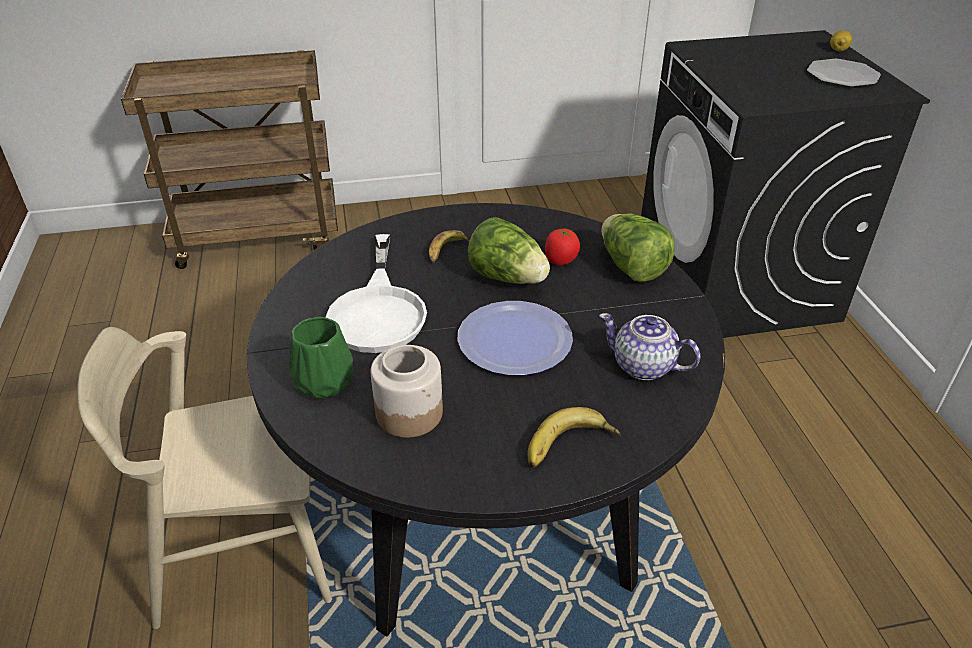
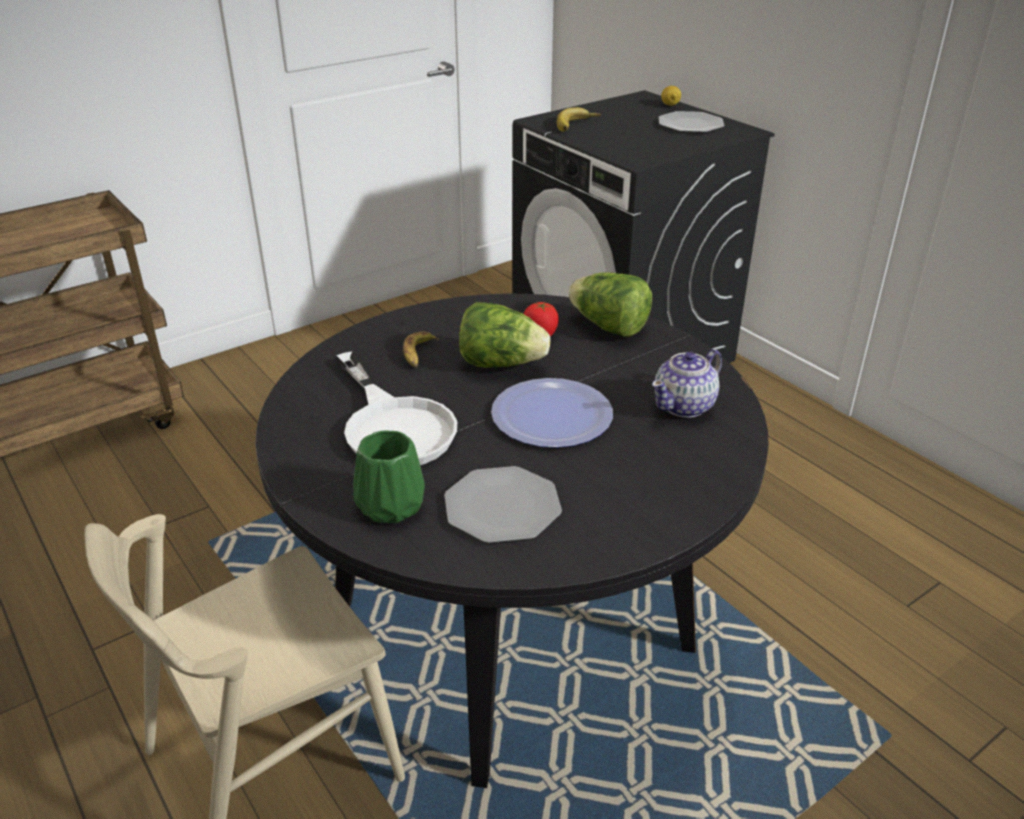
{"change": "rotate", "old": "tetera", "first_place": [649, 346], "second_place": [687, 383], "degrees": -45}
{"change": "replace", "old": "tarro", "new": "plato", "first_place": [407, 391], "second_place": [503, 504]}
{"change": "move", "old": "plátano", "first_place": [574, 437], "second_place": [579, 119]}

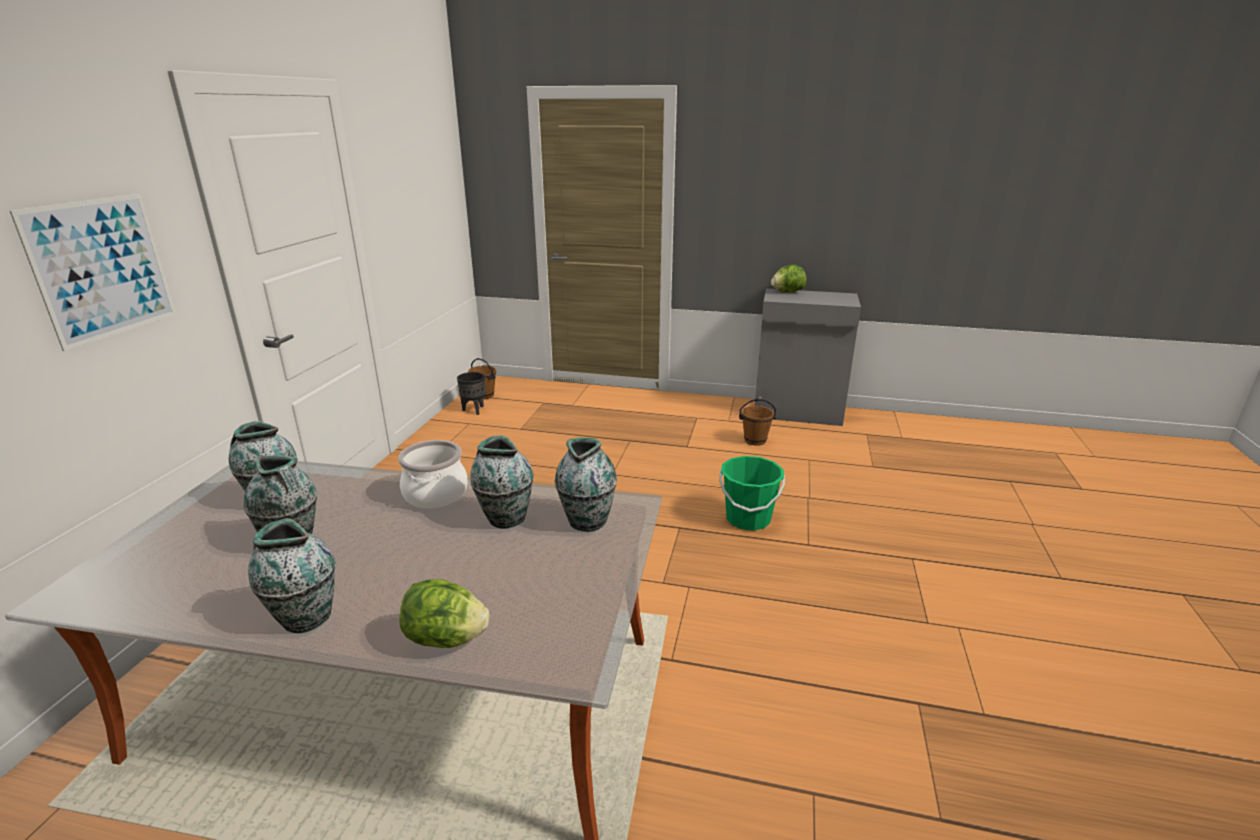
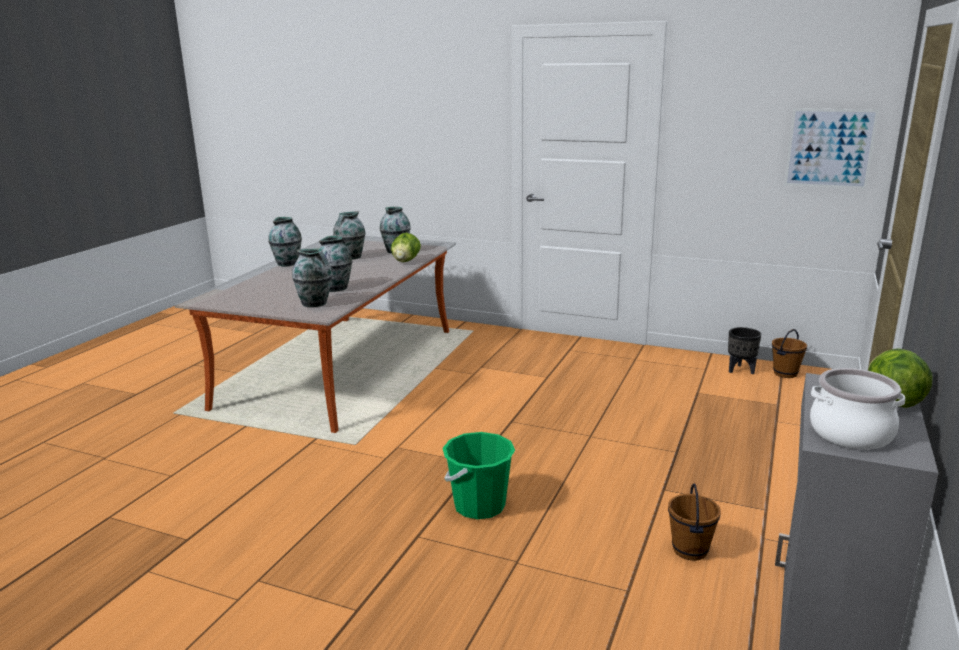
{"change": "move", "old": "cuadro", "first_place": [93, 272], "second_place": [831, 148]}
{"change": "move", "old": "olla", "first_place": [433, 474], "second_place": [857, 409]}
{"change": "move", "old": "lechuga", "first_place": [444, 613], "second_place": [406, 247]}

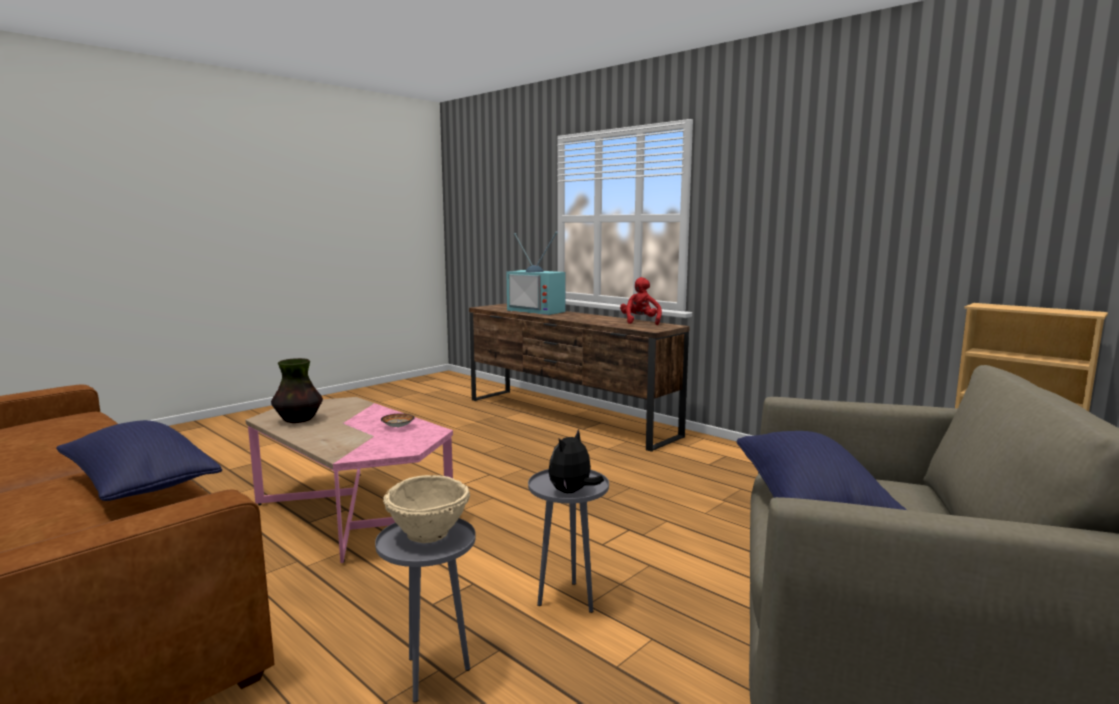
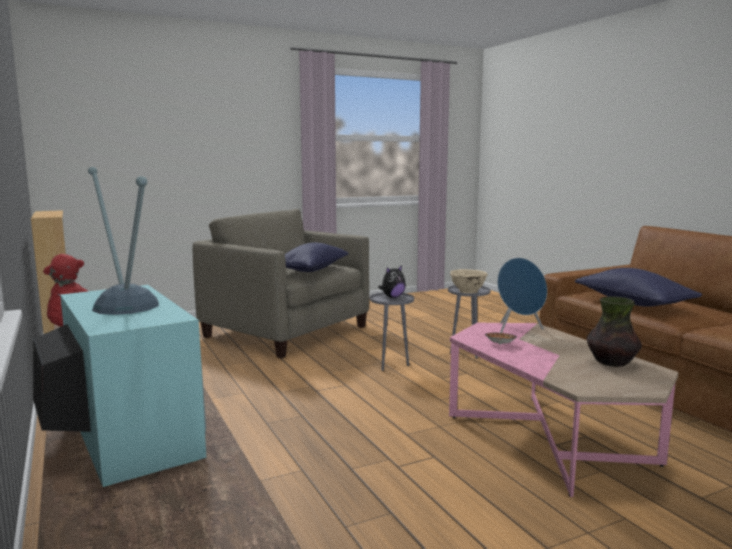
{"change": "insert", "new": "altavoz [azul]", "second_place": [522, 295]}

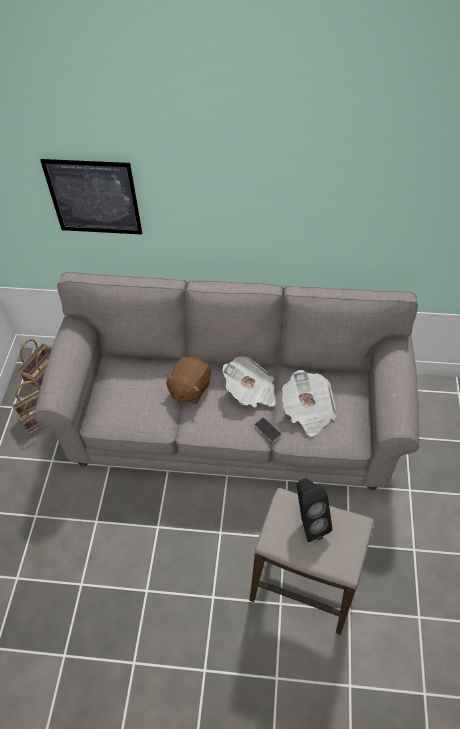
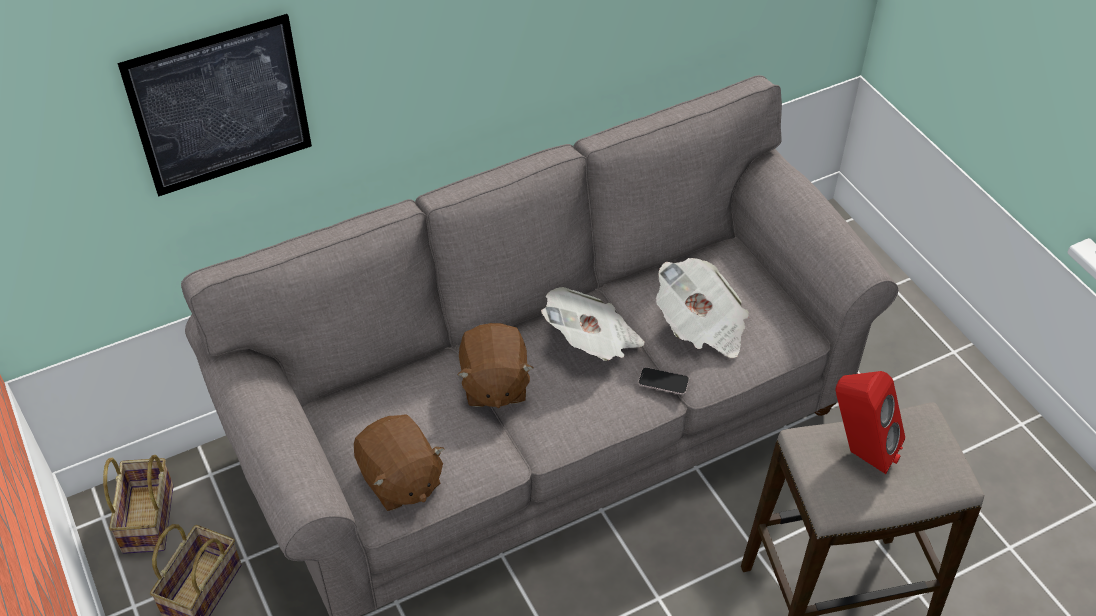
{"change": "recolor", "old": "altavoz [negro]", "new": "altavoz [rojo]", "first_place": [314, 510], "second_place": [870, 422]}
{"change": "insert", "new": "peluche [marrón]", "second_place": [399, 462]}

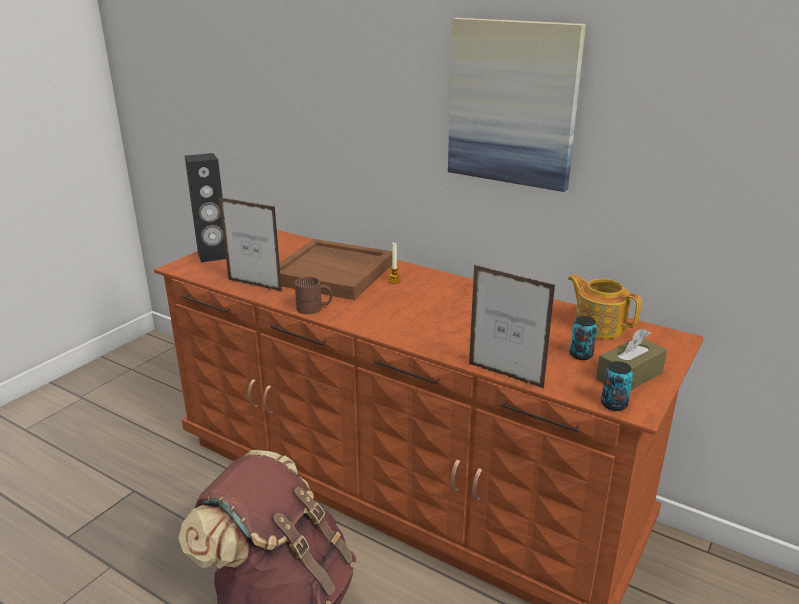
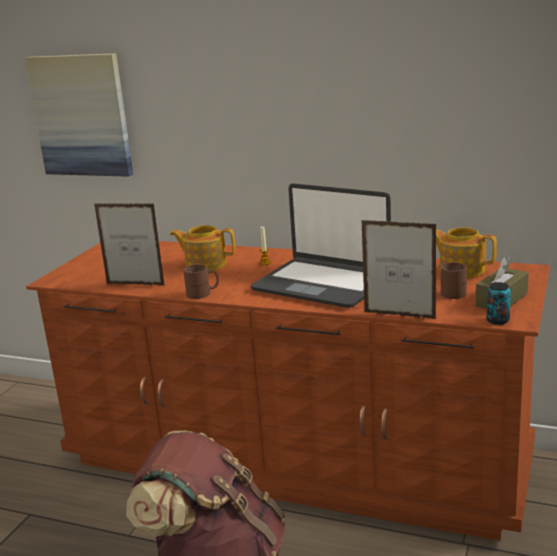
{"change": "move", "old": "cuadro", "first_place": [517, 105], "second_place": [79, 115]}
{"change": "delete", "old": "altavoz [negro]", "first_place": [205, 207]}
{"change": "replace", "old": "bandeja [marrón]", "new": "tetera", "first_place": [335, 269], "second_place": [202, 247]}
{"change": "replace", "old": "lata", "new": "taza grande [marrón]", "first_place": [583, 338], "second_place": [454, 280]}
{"change": "insert", "new": "portátil", "second_place": [321, 245]}

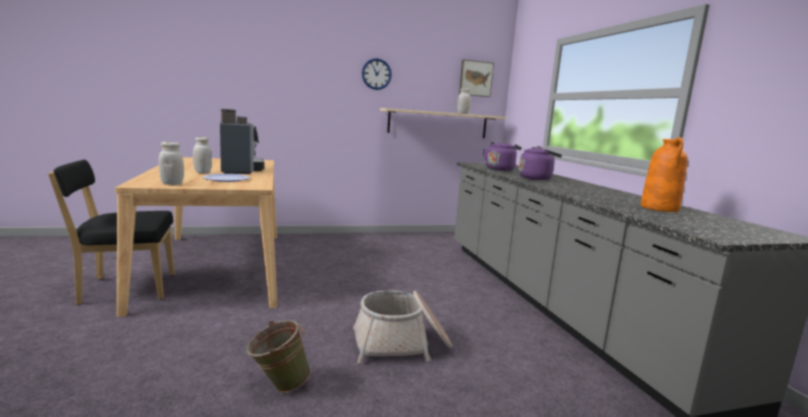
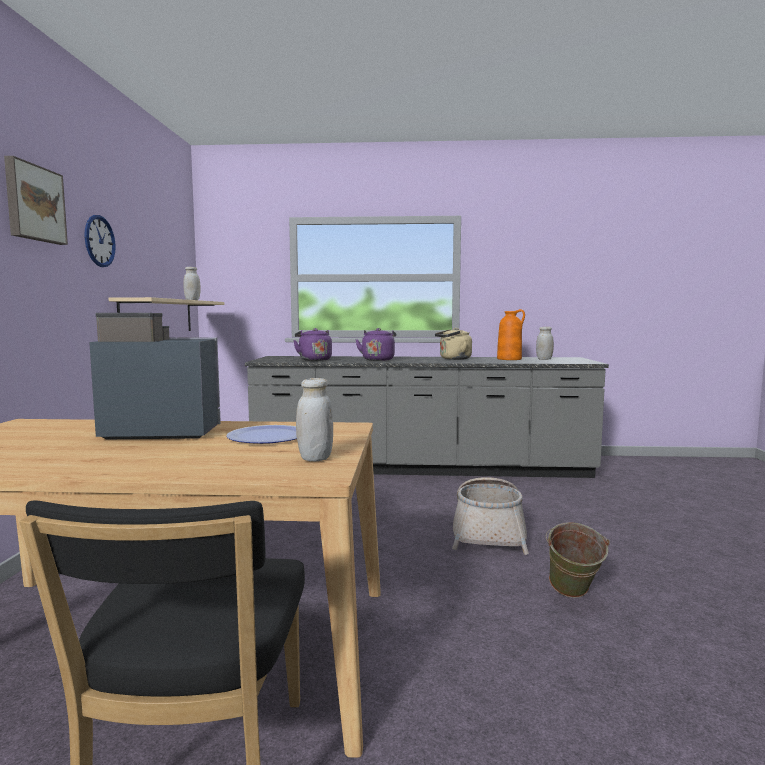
{"change": "move", "old": "cuadro", "first_place": [476, 78], "second_place": [36, 200]}
{"change": "move", "old": "tarro [blanco]", "first_place": [202, 155], "second_place": [545, 343]}
{"change": "insert", "new": "hervidor [beis]", "second_place": [453, 344]}

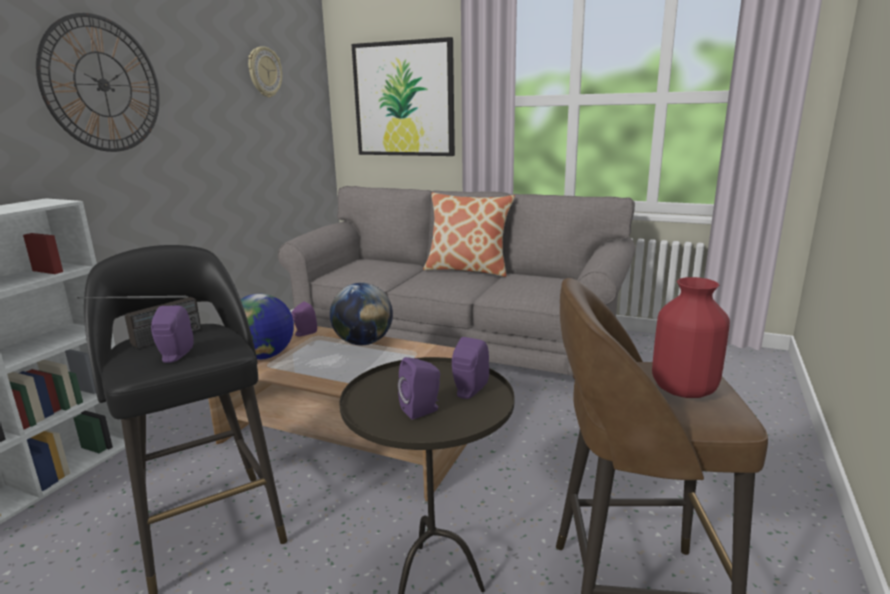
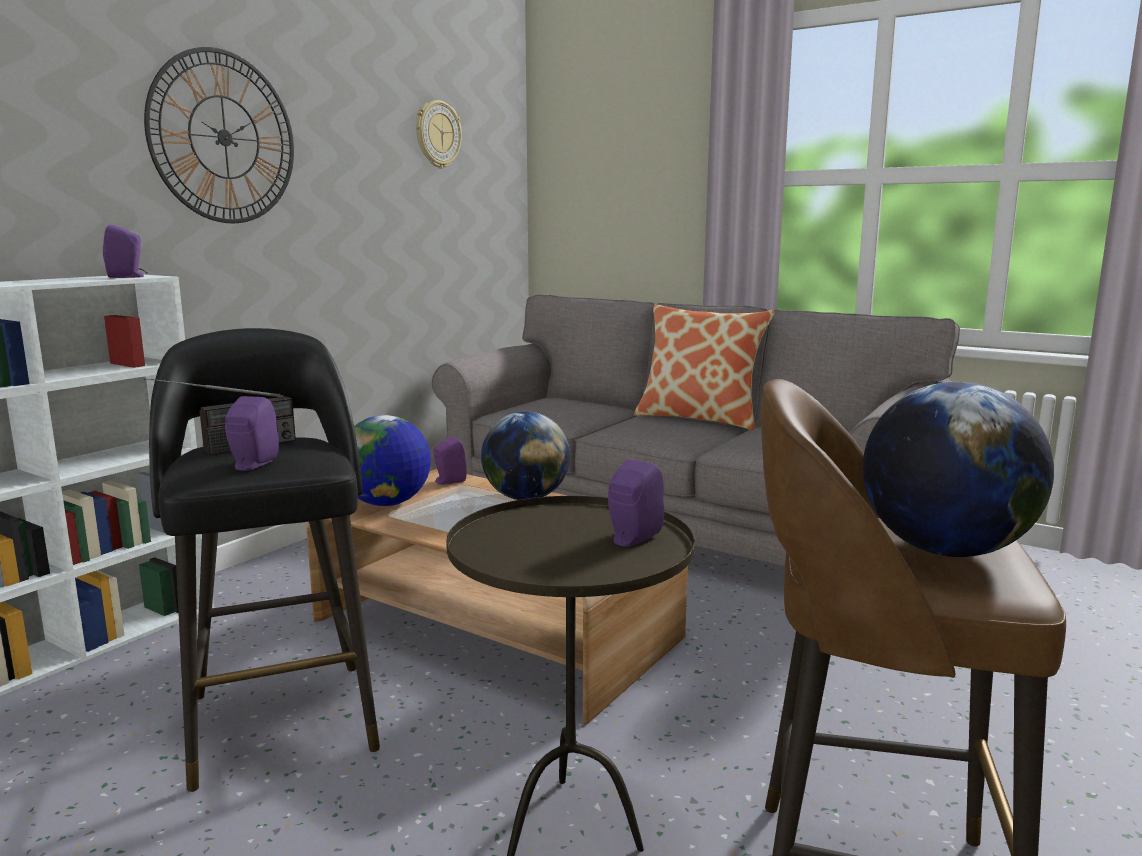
{"change": "delete", "old": "cuadro", "first_place": [403, 96]}
{"change": "replace", "old": "florero [rojo]", "new": "globo terráqueo", "first_place": [691, 337], "second_place": [958, 469]}
{"change": "move", "old": "altavoz [morado]", "first_place": [419, 388], "second_place": [125, 251]}

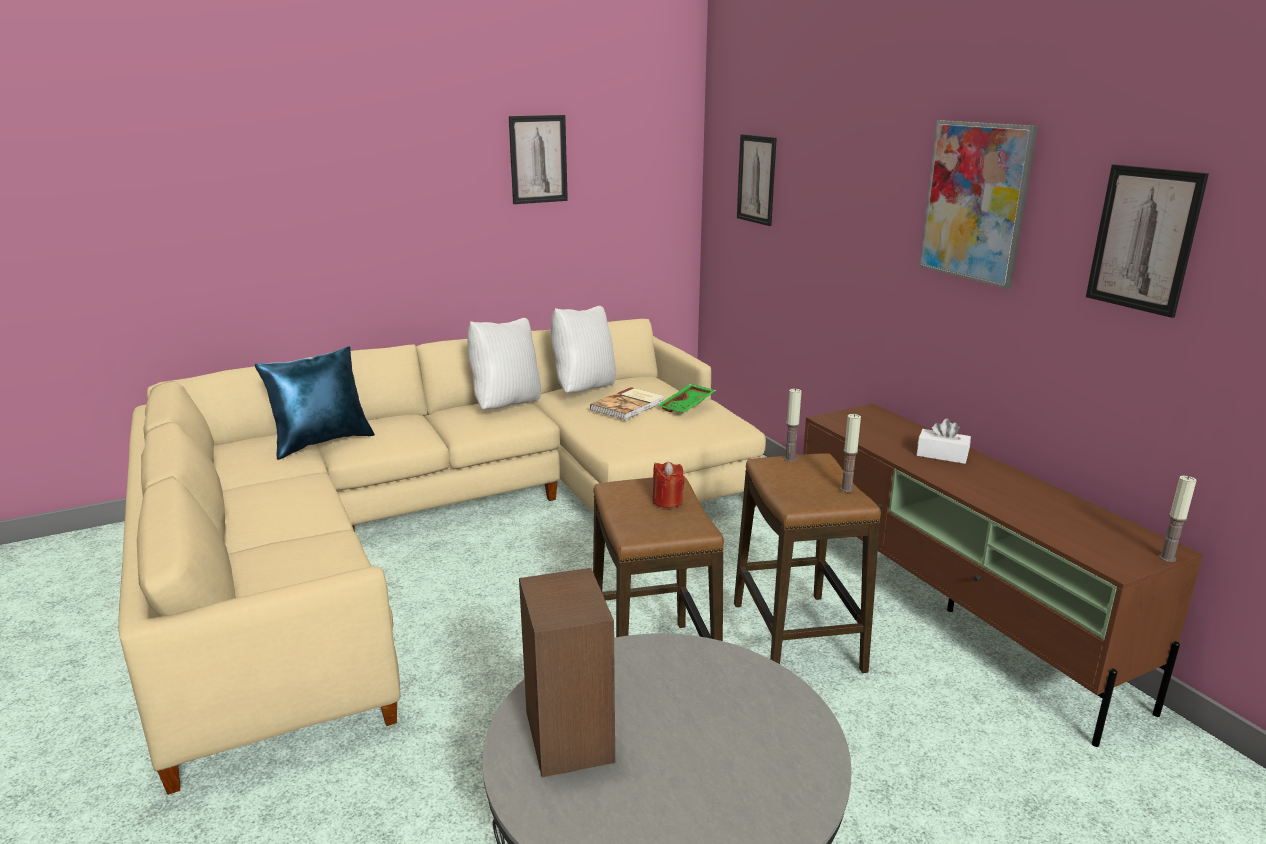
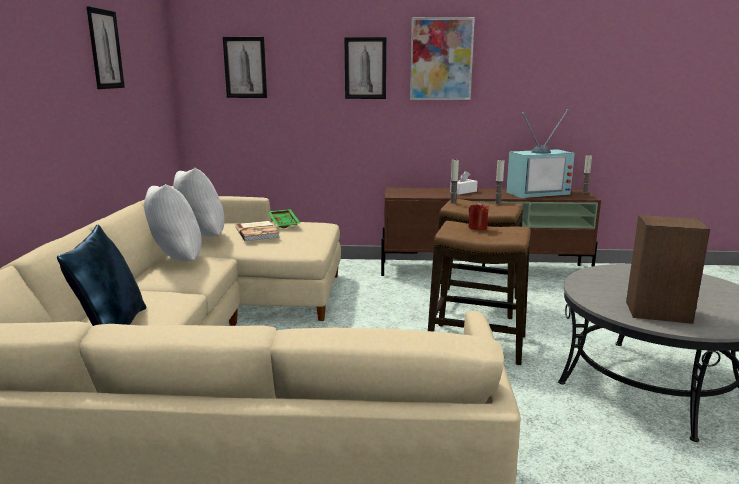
{"change": "move", "old": "cuadro", "first_place": [1147, 241], "second_place": [365, 68]}
{"change": "insert", "new": "televisor", "second_place": [540, 153]}

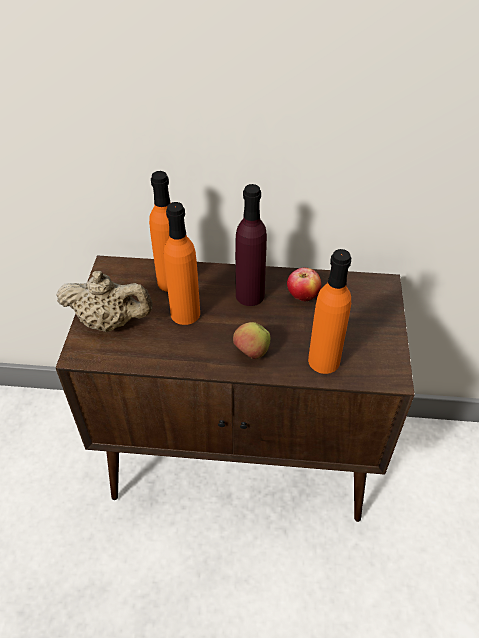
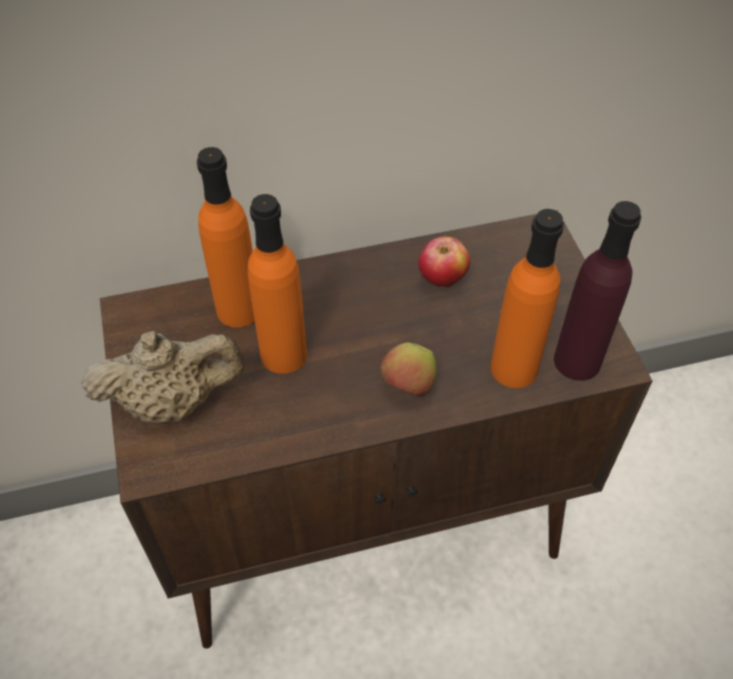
{"change": "move", "old": "botella [morado]", "first_place": [251, 245], "second_place": [597, 291]}

